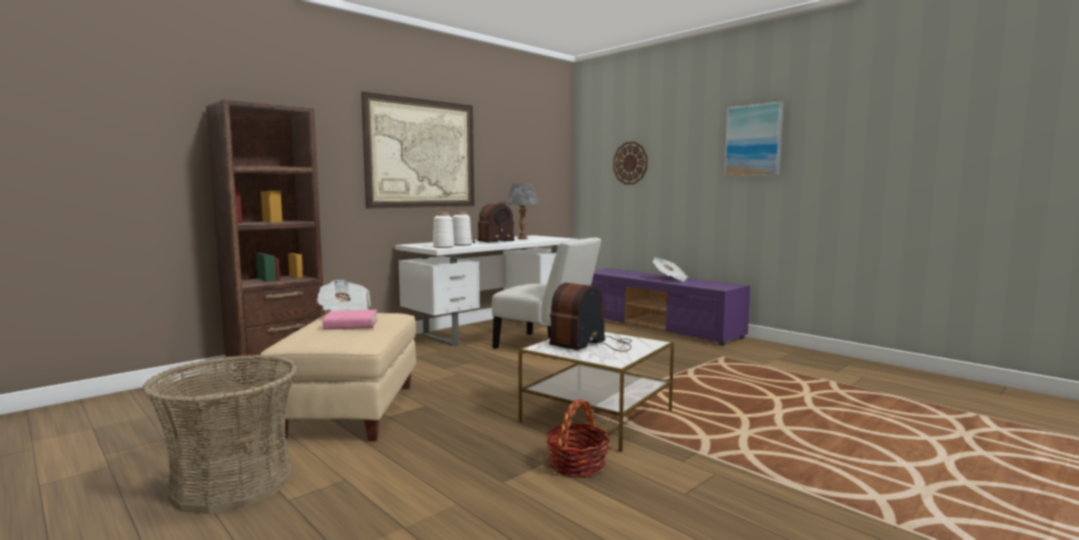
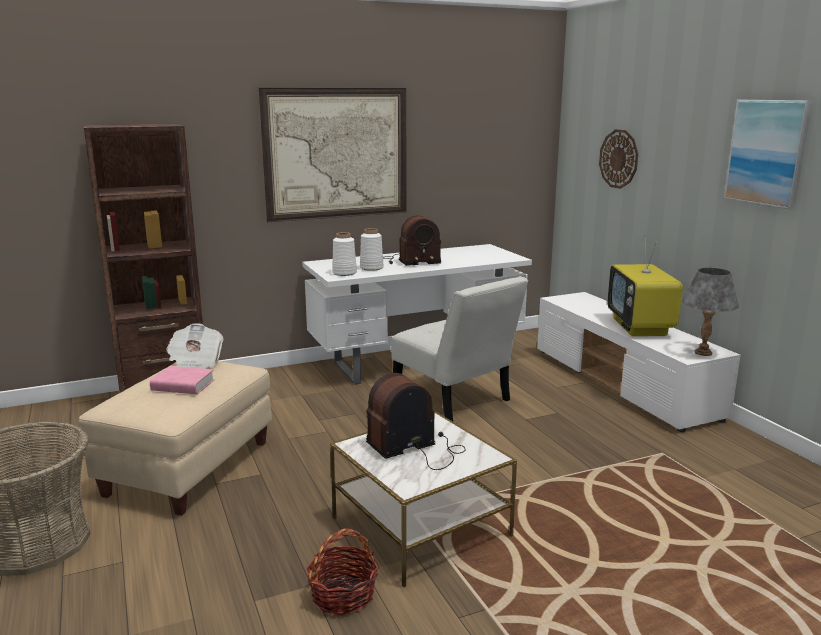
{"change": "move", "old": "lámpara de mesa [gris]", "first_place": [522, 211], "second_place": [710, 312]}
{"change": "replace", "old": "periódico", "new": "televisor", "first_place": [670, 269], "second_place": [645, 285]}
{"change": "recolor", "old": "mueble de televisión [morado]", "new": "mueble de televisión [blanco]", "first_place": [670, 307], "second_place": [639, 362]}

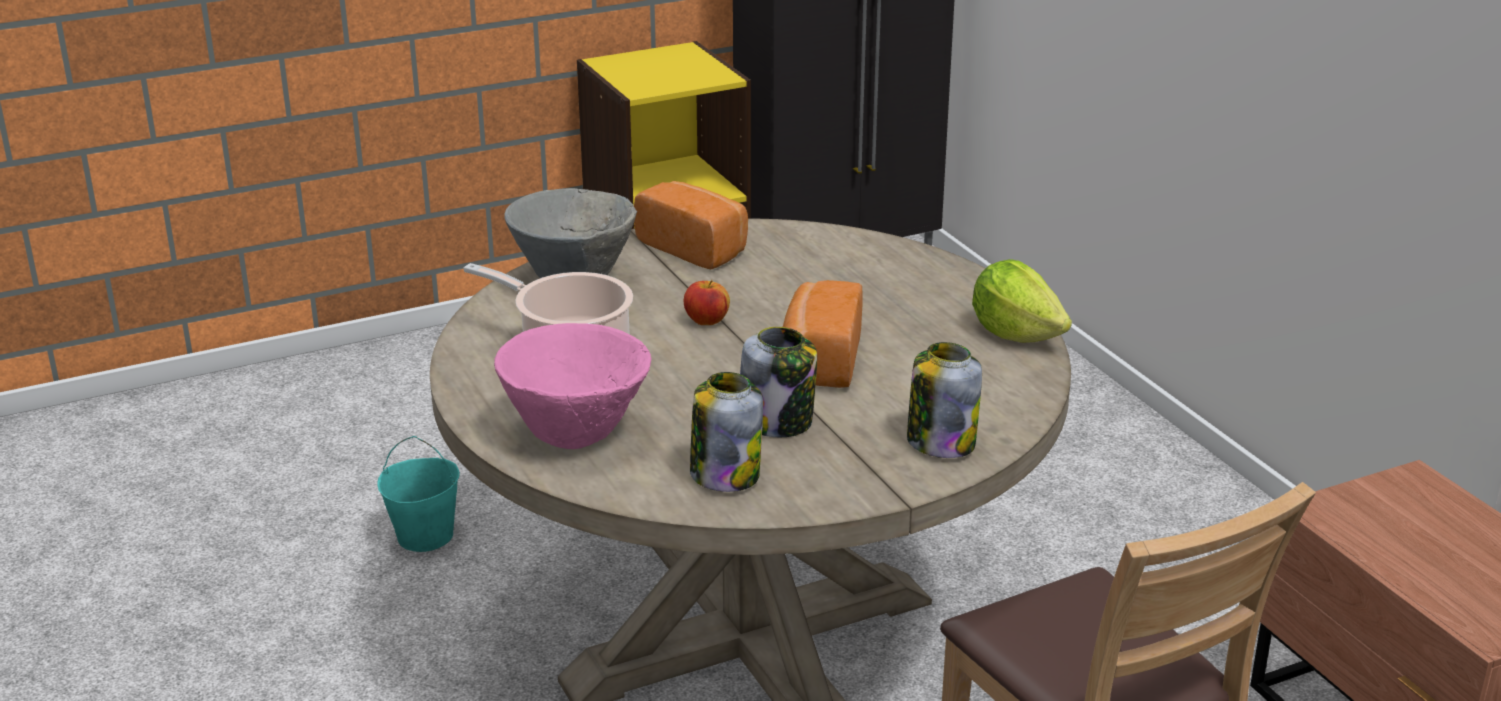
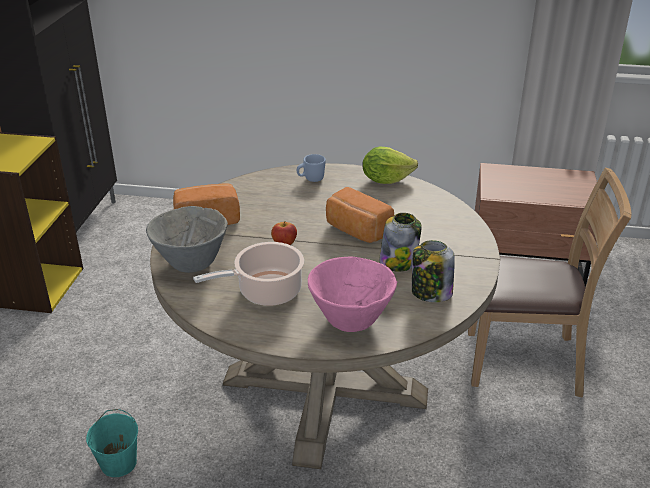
{"change": "delete", "old": "tarro", "first_place": [944, 400]}
{"change": "insert", "new": "taza grande [azul]", "second_place": [311, 168]}

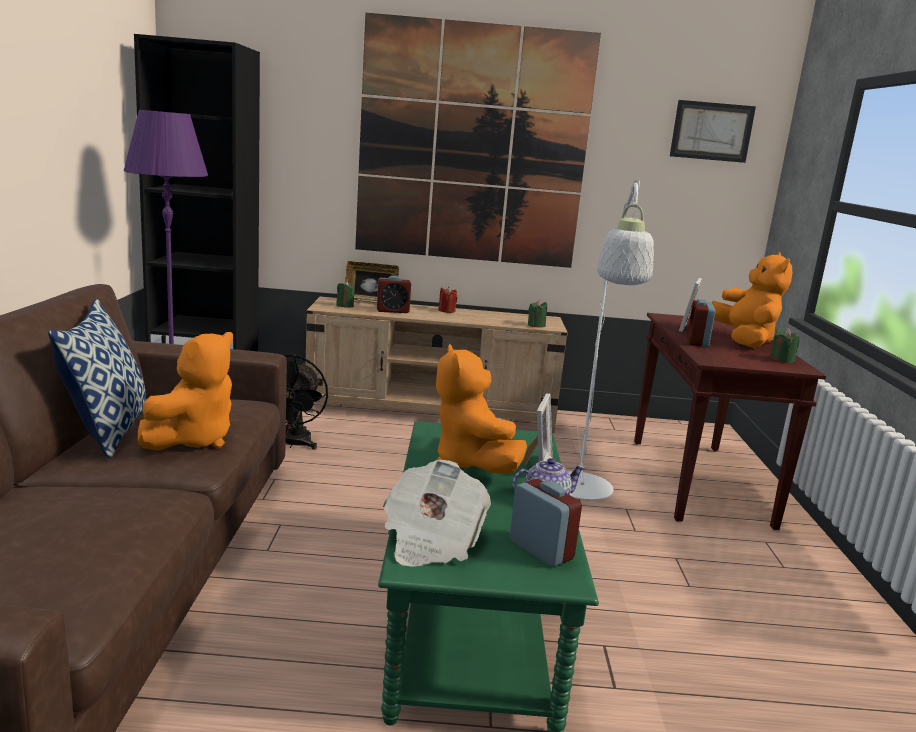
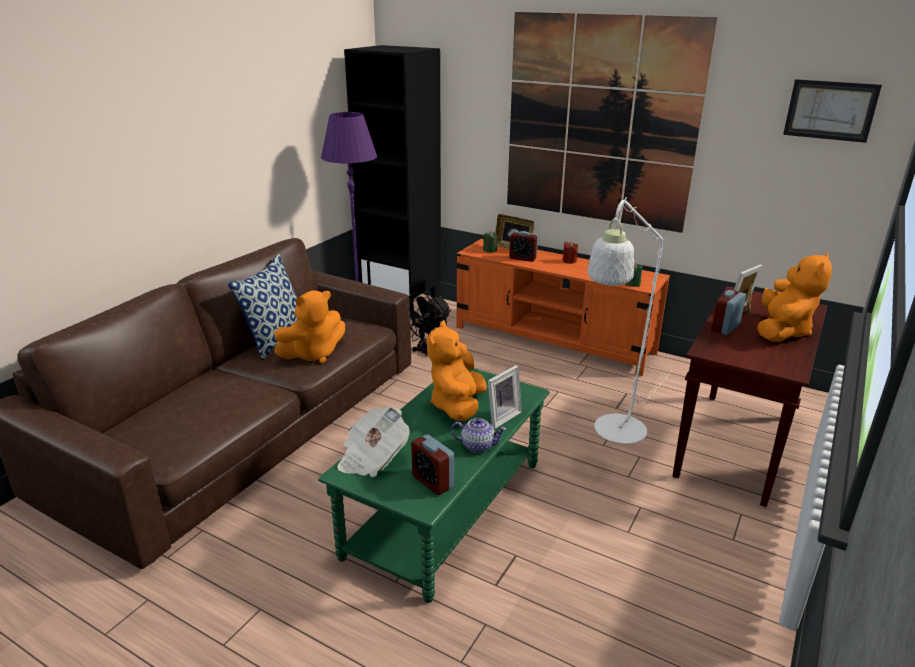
{"change": "recolor", "old": "mueble de televisión [beis]", "new": "mueble de televisión [naranja]", "first_place": [436, 365], "second_place": [563, 307]}
{"change": "delete", "old": "vela [verde]", "first_place": [785, 345]}
{"change": "rotate", "old": "despertador", "first_place": [546, 523], "second_place": [433, 464], "degrees": 150}

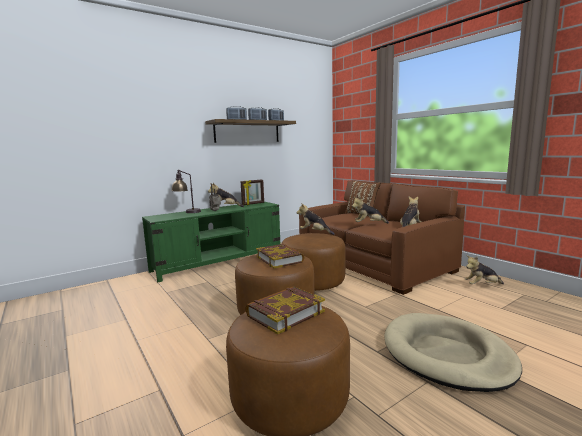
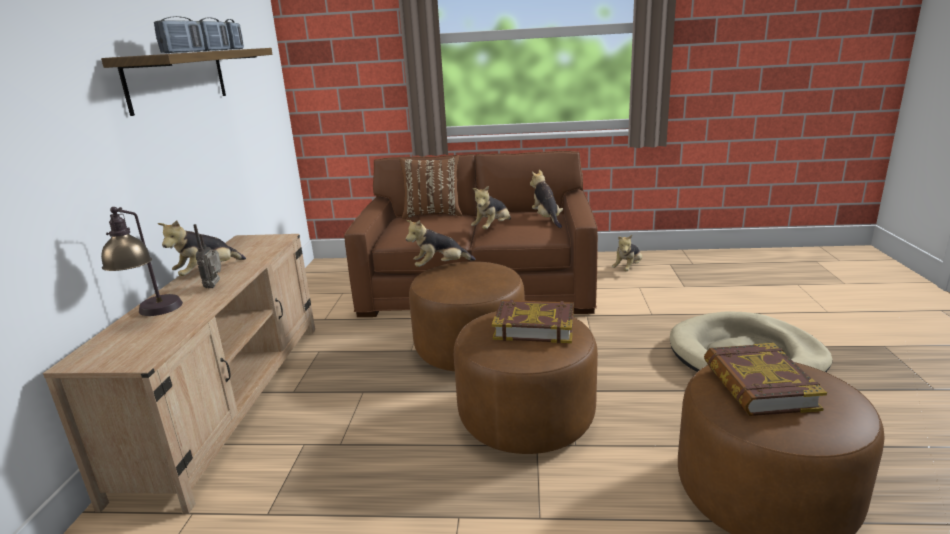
{"change": "delete", "old": "portarretratos", "first_place": [252, 192]}
{"change": "recolor", "old": "mueble de televisión [verde]", "new": "mueble de televisión [beis]", "first_place": [211, 242], "second_place": [179, 374]}

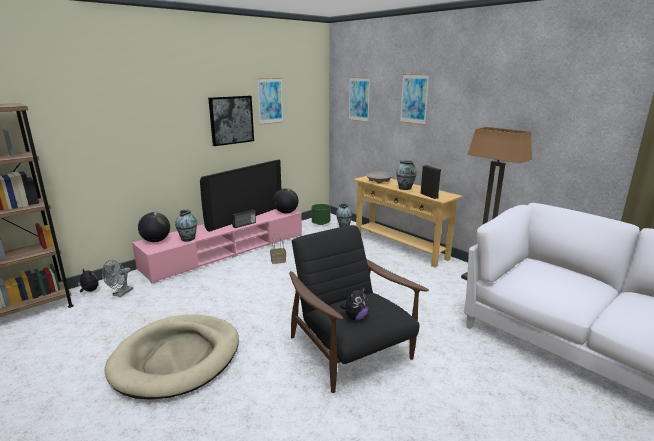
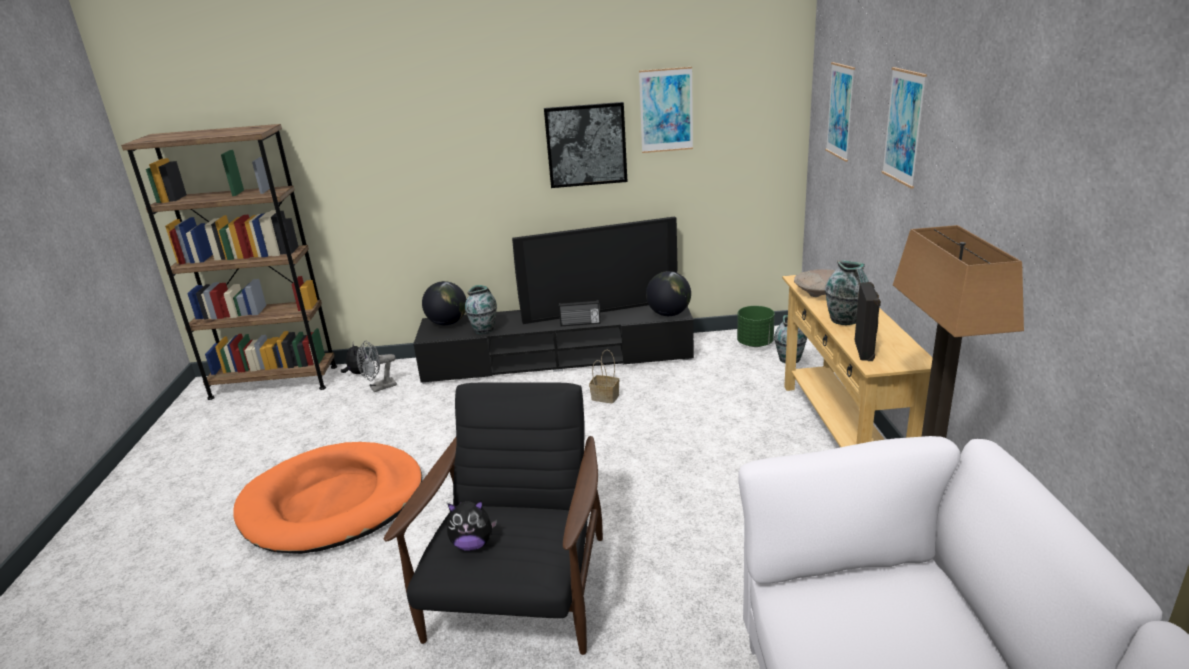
{"change": "recolor", "old": "mueble de televisión [rosa]", "new": "mueble de televisión [negro]", "first_place": [217, 246], "second_place": [554, 344]}
{"change": "recolor", "old": "cama para perro [beis]", "new": "cama para perro [naranja]", "first_place": [171, 357], "second_place": [327, 498]}

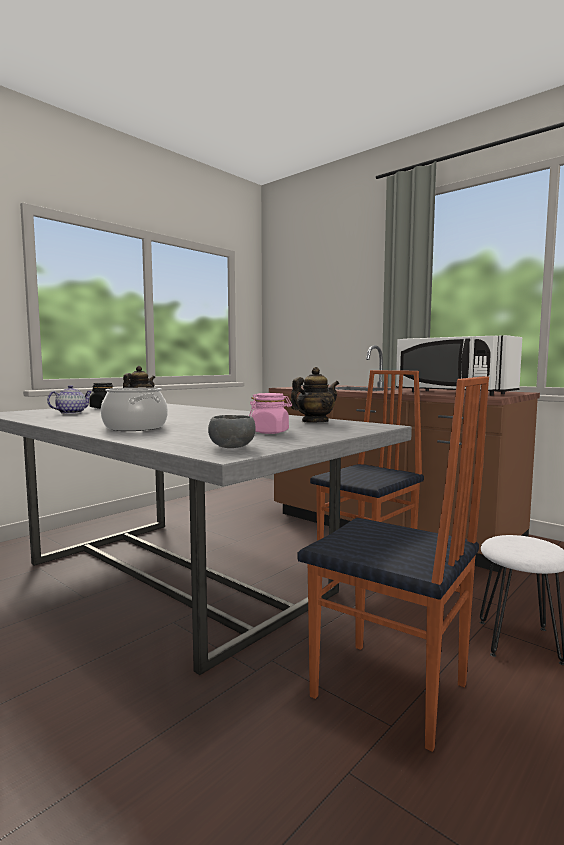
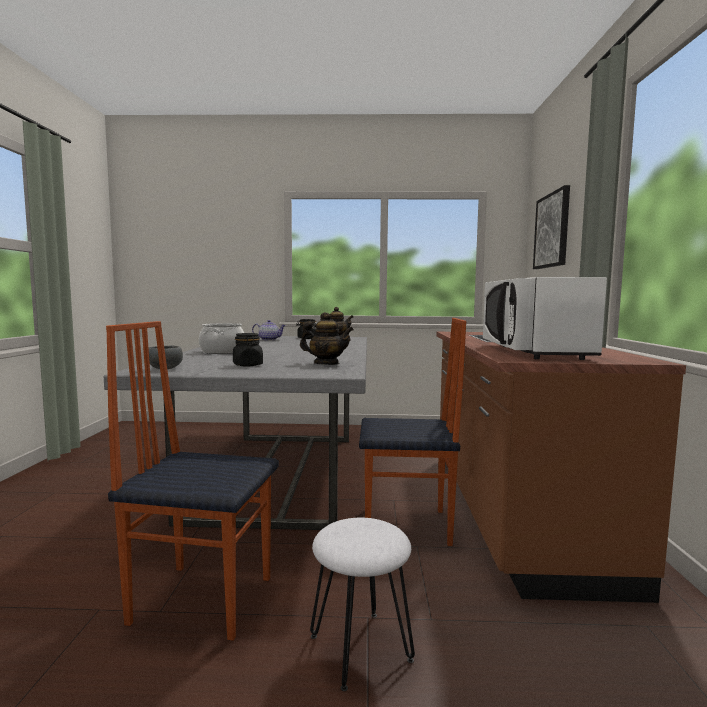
{"change": "rotate", "old": "silla", "first_place": [393, 564], "second_place": [192, 481], "degrees": 105}
{"change": "recolor", "old": "tarro [rosa]", "new": "tarro [negro]", "first_place": [270, 413], "second_place": [248, 349]}
{"change": "insert", "new": "cuadro", "second_place": [551, 227]}

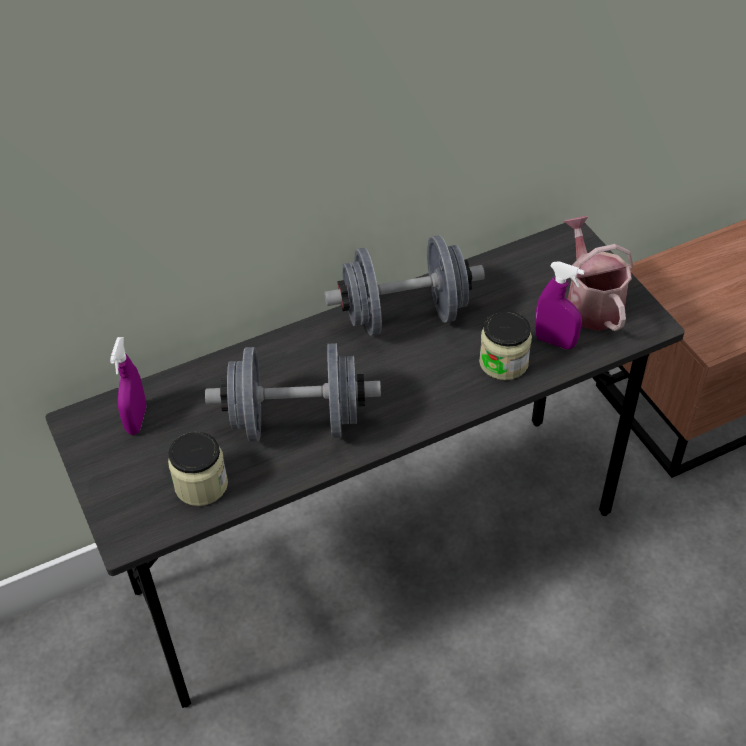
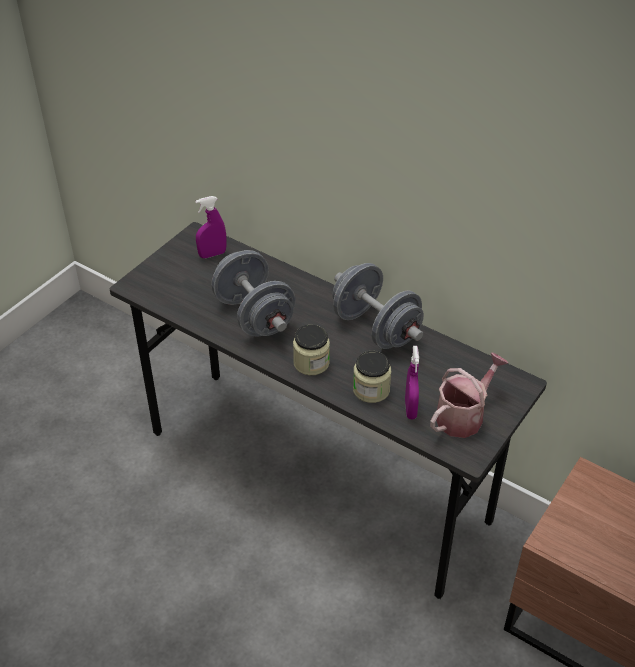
{"change": "move", "old": "tarro", "first_place": [198, 469], "second_place": [311, 350]}

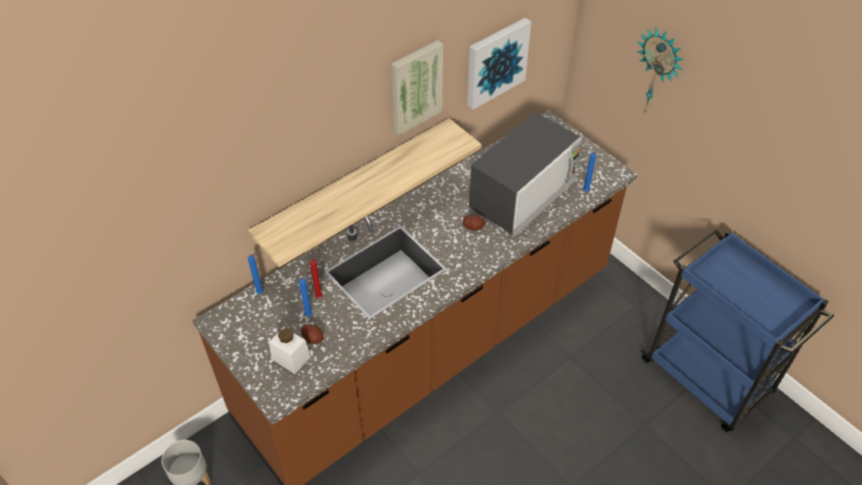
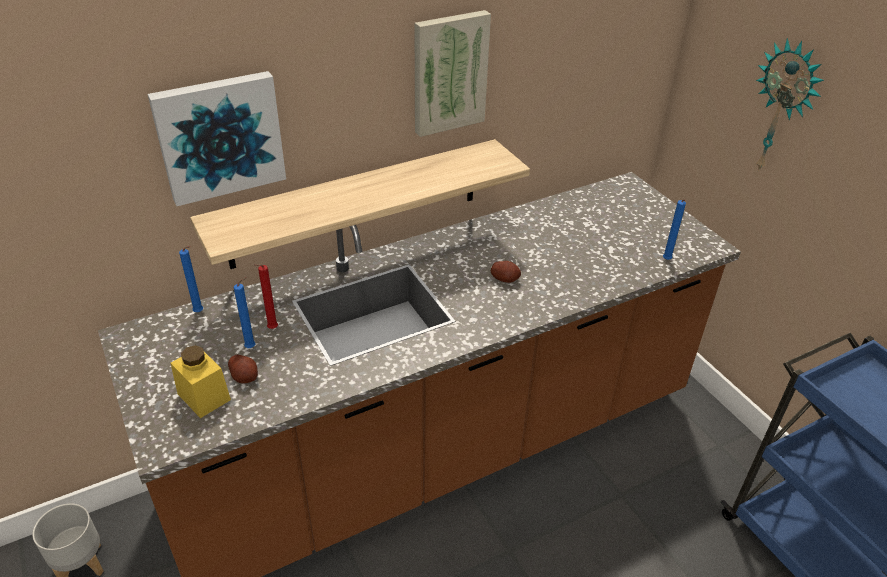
{"change": "move", "old": "cuadro", "first_place": [499, 63], "second_place": [217, 138]}
{"change": "delete", "old": "microondas", "first_place": [525, 174]}
{"change": "recolor", "old": "tarro [blanco]", "new": "tarro [amarillo]", "first_place": [289, 350], "second_place": [200, 381]}

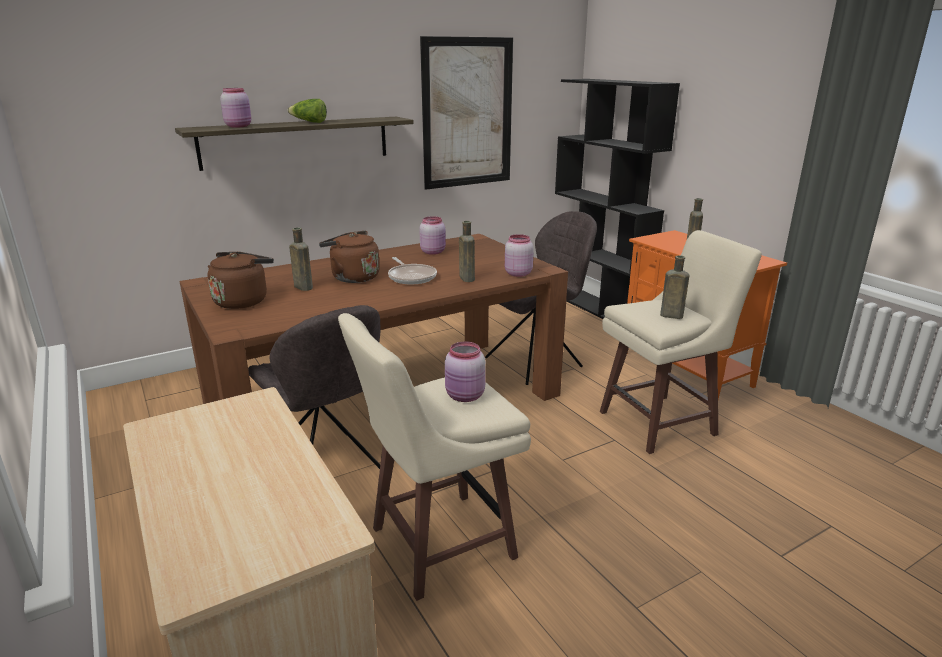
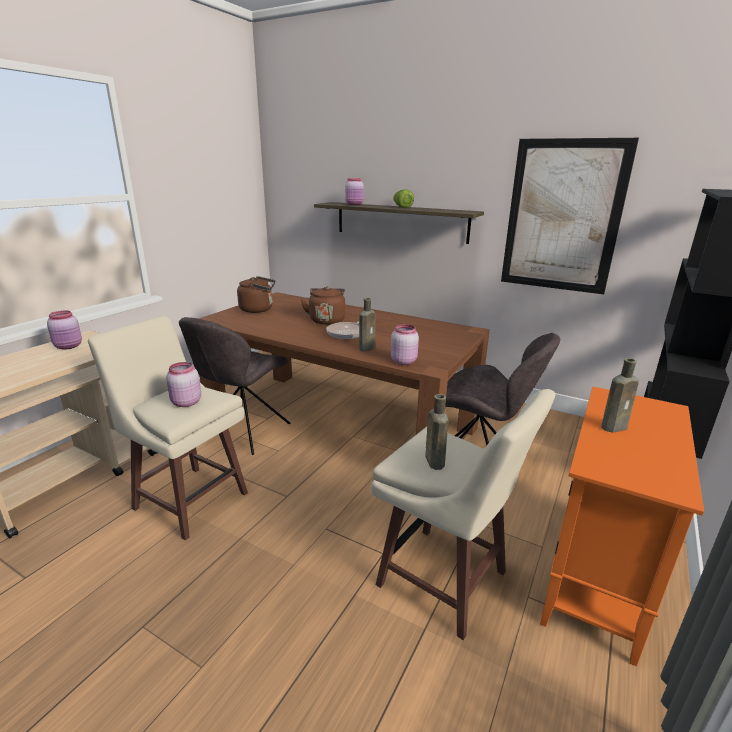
{"change": "move", "old": "tarro [rosa]", "first_place": [432, 235], "second_place": [64, 330]}
{"change": "delete", "old": "botella [marrón]", "first_place": [301, 259]}

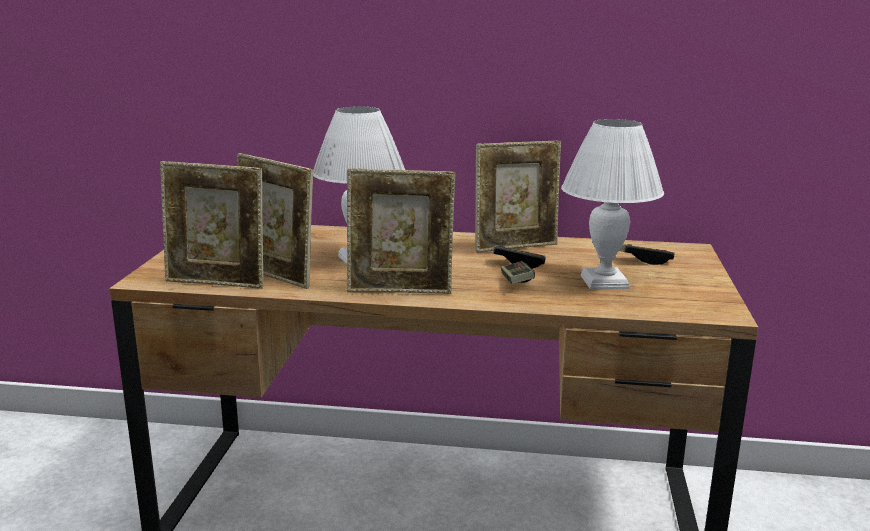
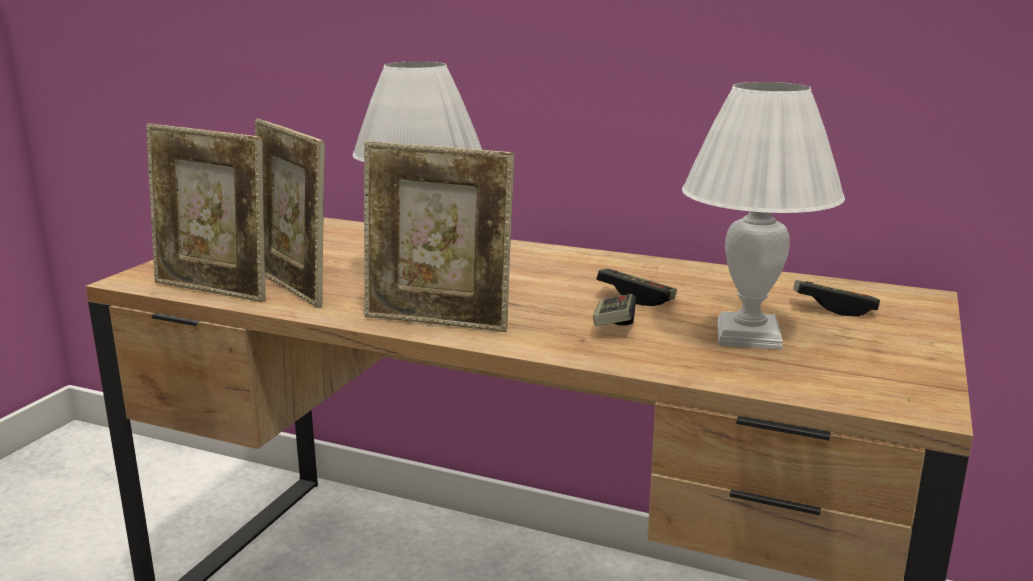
{"change": "delete", "old": "portarretratos", "first_place": [518, 197]}

